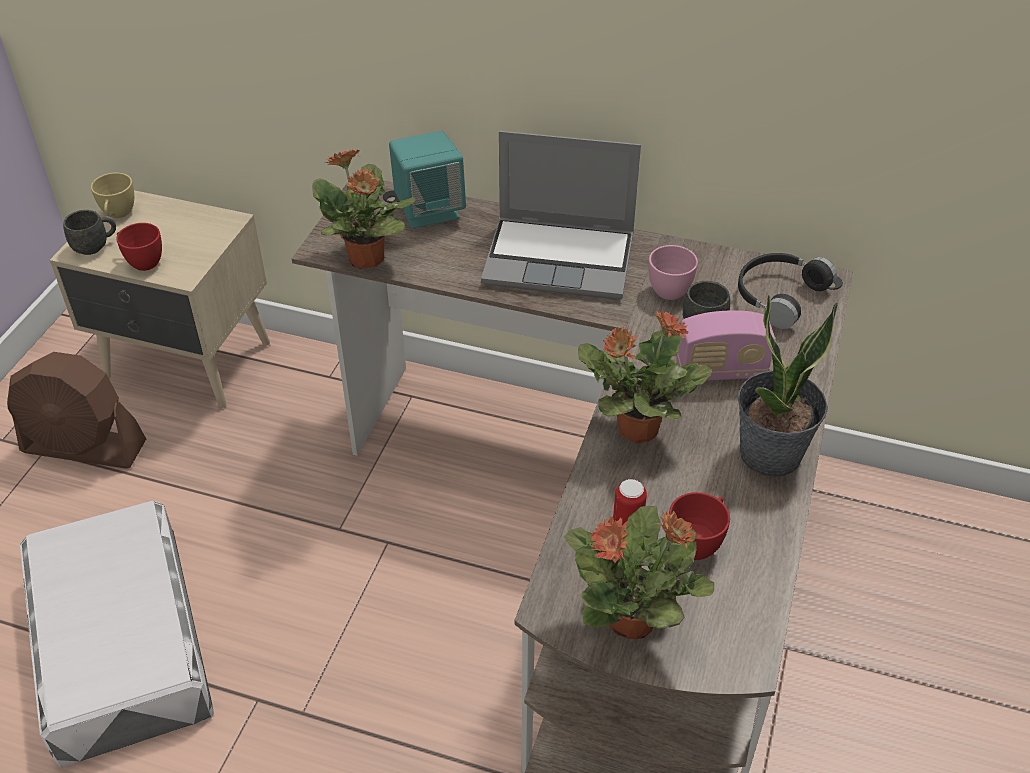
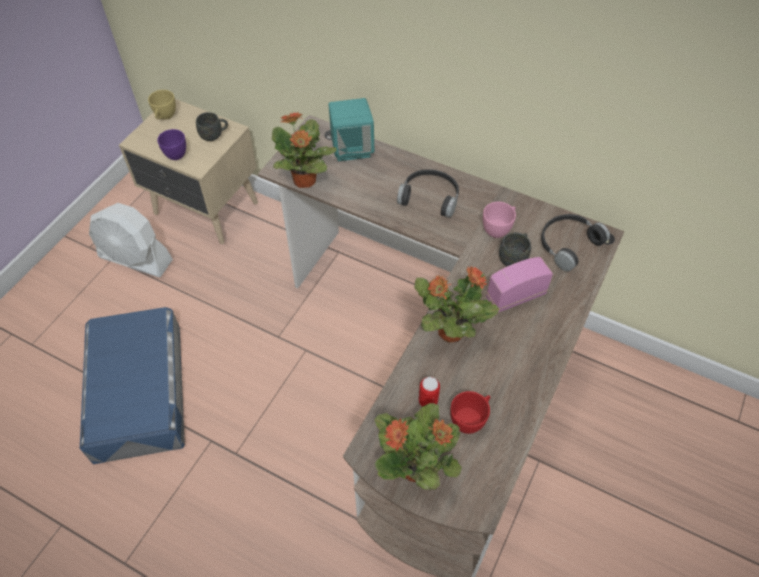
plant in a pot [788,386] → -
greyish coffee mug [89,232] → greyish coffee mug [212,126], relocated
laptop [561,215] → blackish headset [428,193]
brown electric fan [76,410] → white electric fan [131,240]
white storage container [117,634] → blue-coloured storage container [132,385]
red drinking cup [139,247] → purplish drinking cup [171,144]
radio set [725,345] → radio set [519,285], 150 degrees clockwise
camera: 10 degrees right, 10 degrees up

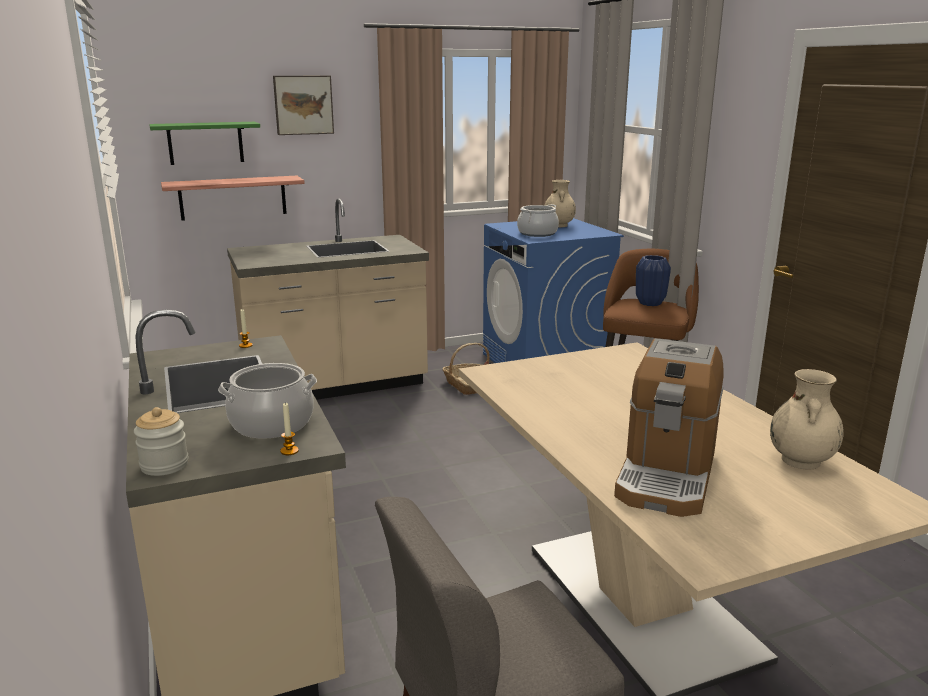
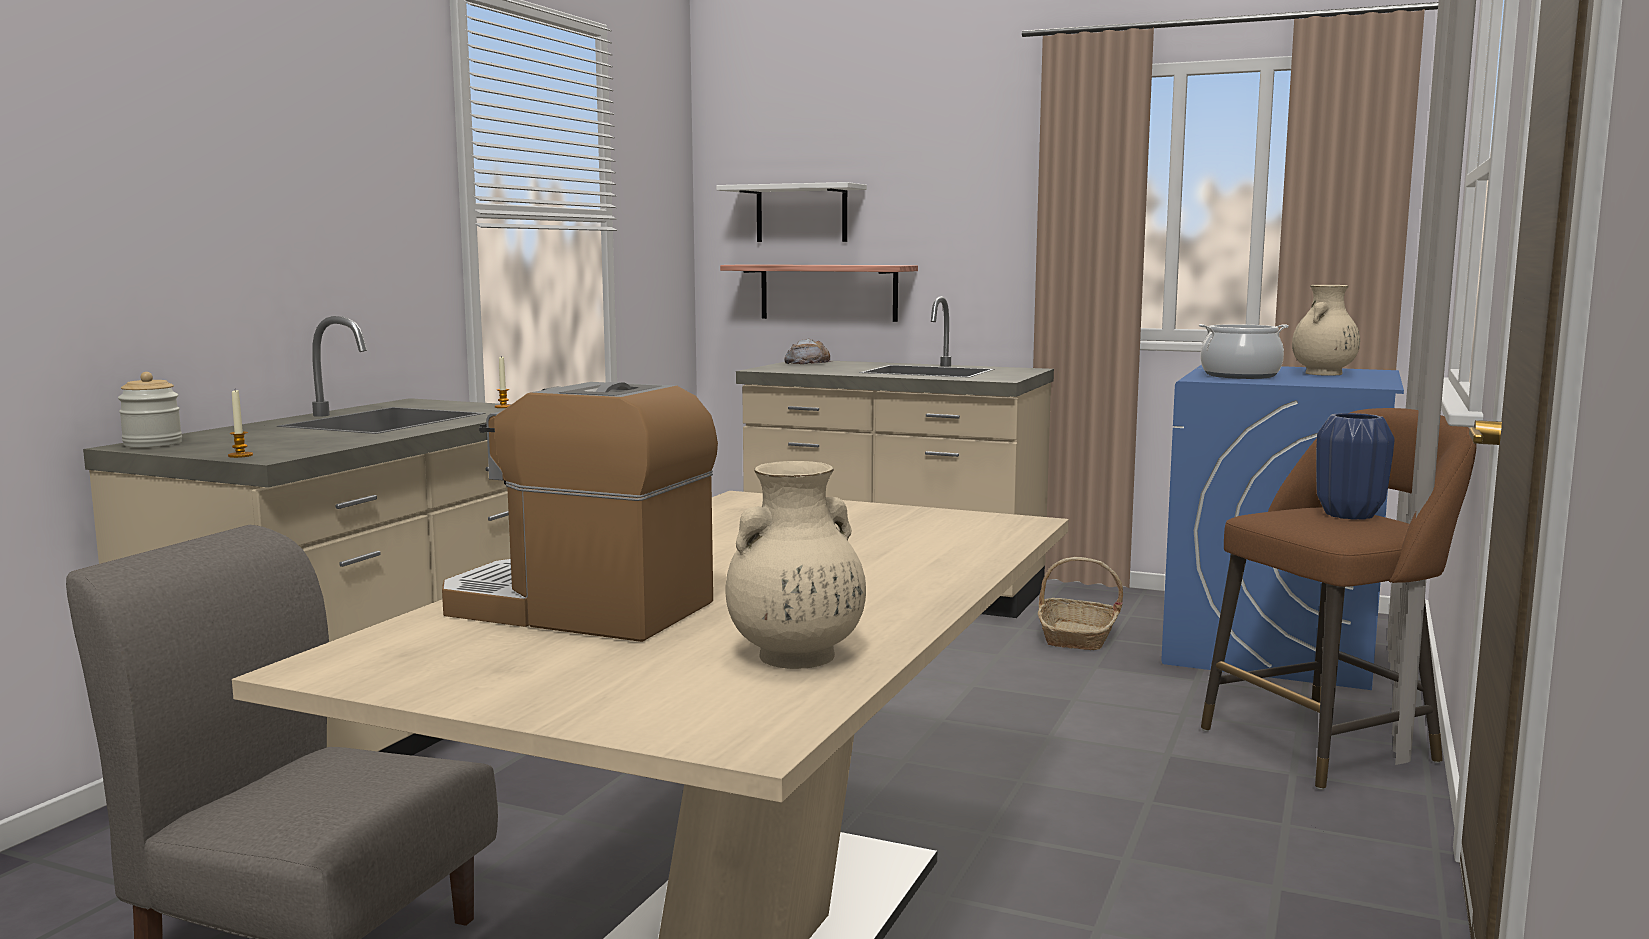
stockpot [267,401] → -
picture [303,105] → -
- → bread [808,351]
green-coloured shelf [204,143] → white shelf [791,212]
coffee maker [669,427] → coffee maker [580,512], 45 degrees clockwise
camera: 45 degrees right, 10 degrees down

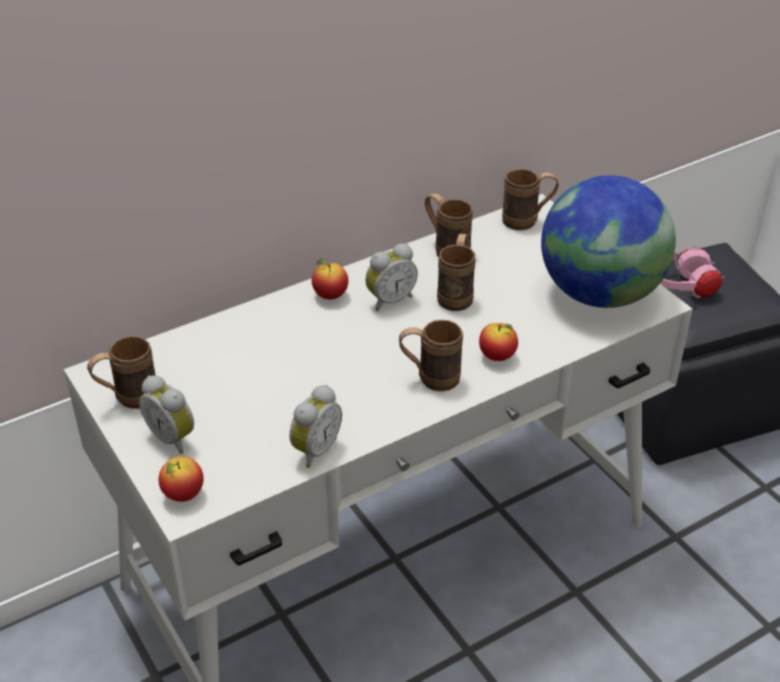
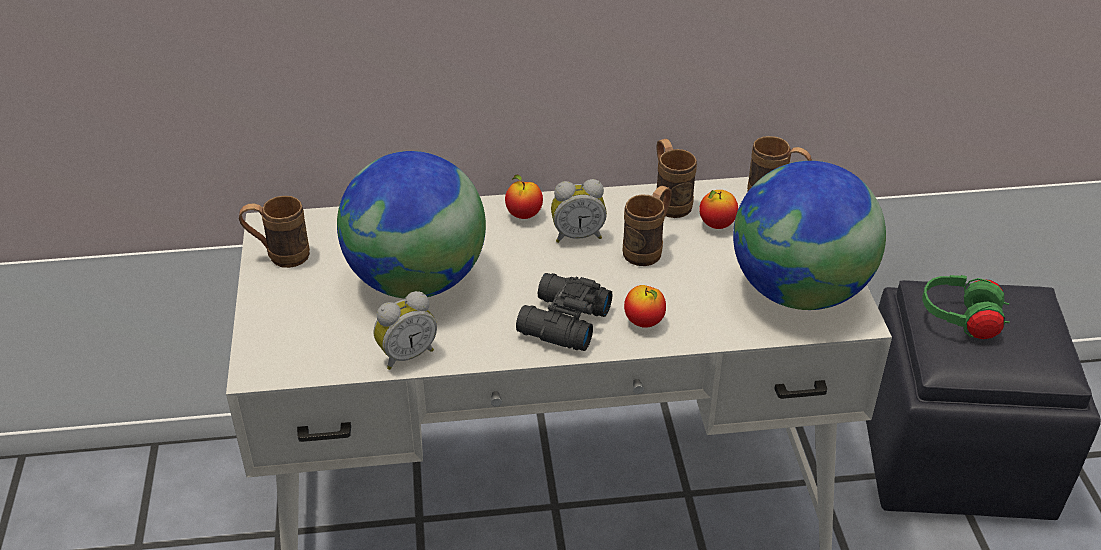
alarm clock [166,414] → -
- → desk globe [411,225]
apple [181,479] → apple [718,209], relocated
brown coffee mug [431,355] → blackish field glasses [564,312]
pinkish headset [692,272] → green-coloured headset [966,307]
camera: 25 degrees right, 0 degrees up

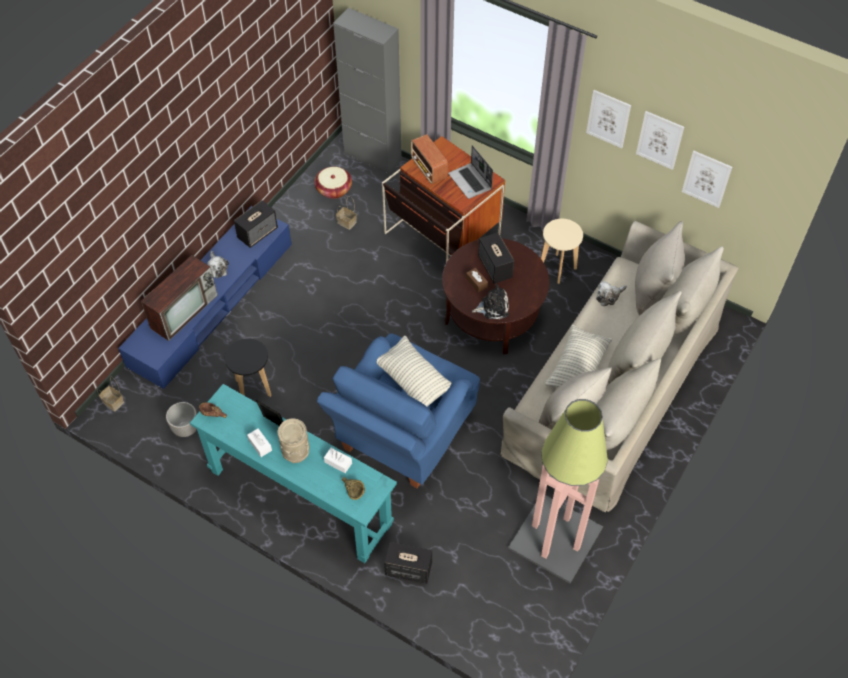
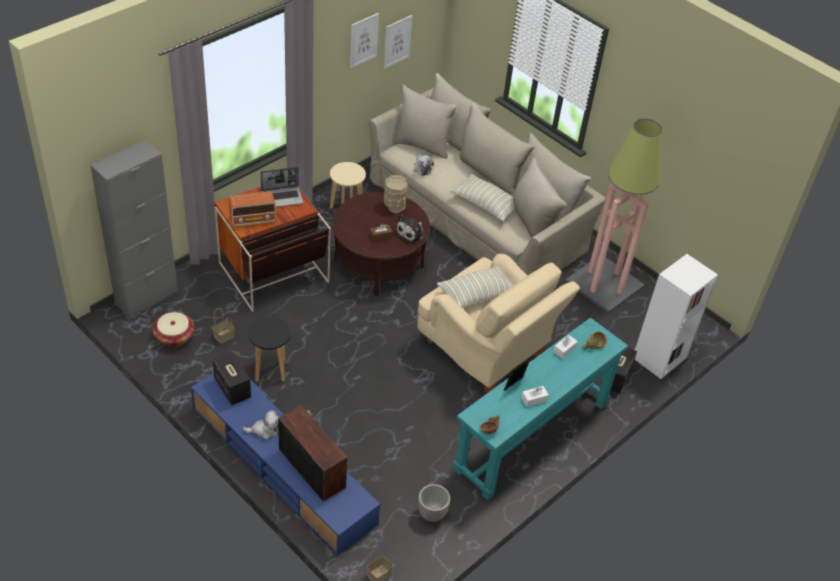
speaker [496,258] → -
picture [608,119] → -
- → white bookcase [676,316]
blackish sitting stool [248,367] → blackish sitting stool [269,349], relocated
beige decorative vase [294,440] → beige decorative vase [395,194], relocated
blue-coloured armchair [398,411] → beige armchair [498,323]
soft toy [490,301] → soft toy [409,229], 150 degrees counterclockwise
camera: 80 degrees left, 10 degrees down

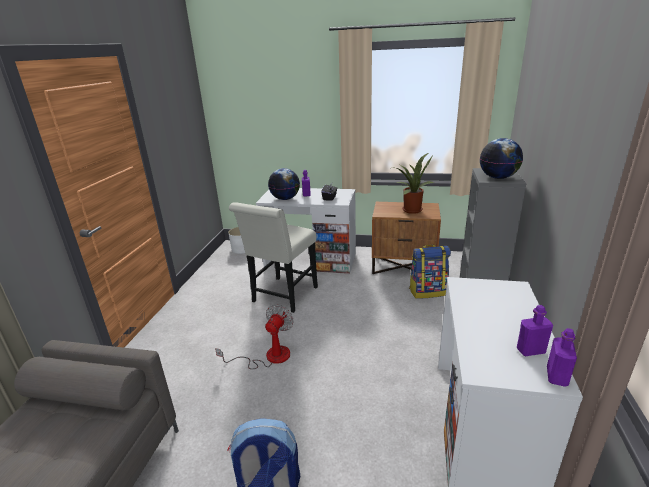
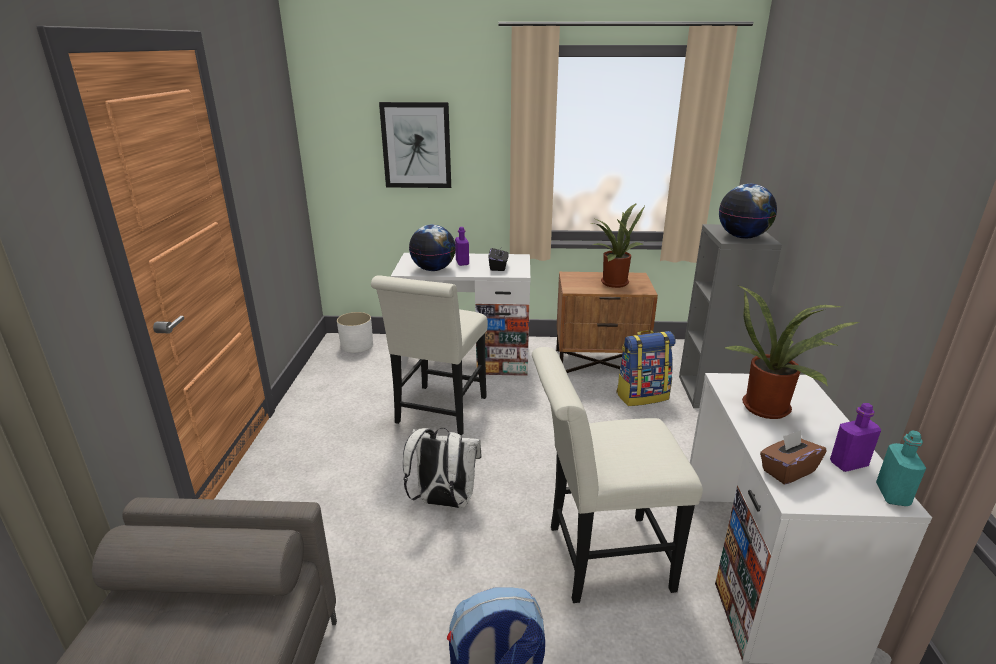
- → picture [415,145]
- → white upright chair [617,475]
- → plant in a pot [793,352]
- → brown tissue holder [793,457]
electric fan [254,337] → white knapsack [442,468]
purplish beverage bottle [562,357] → blue-green beverage bottle [901,468]
camera: 10 degrees left, 0 degrees up

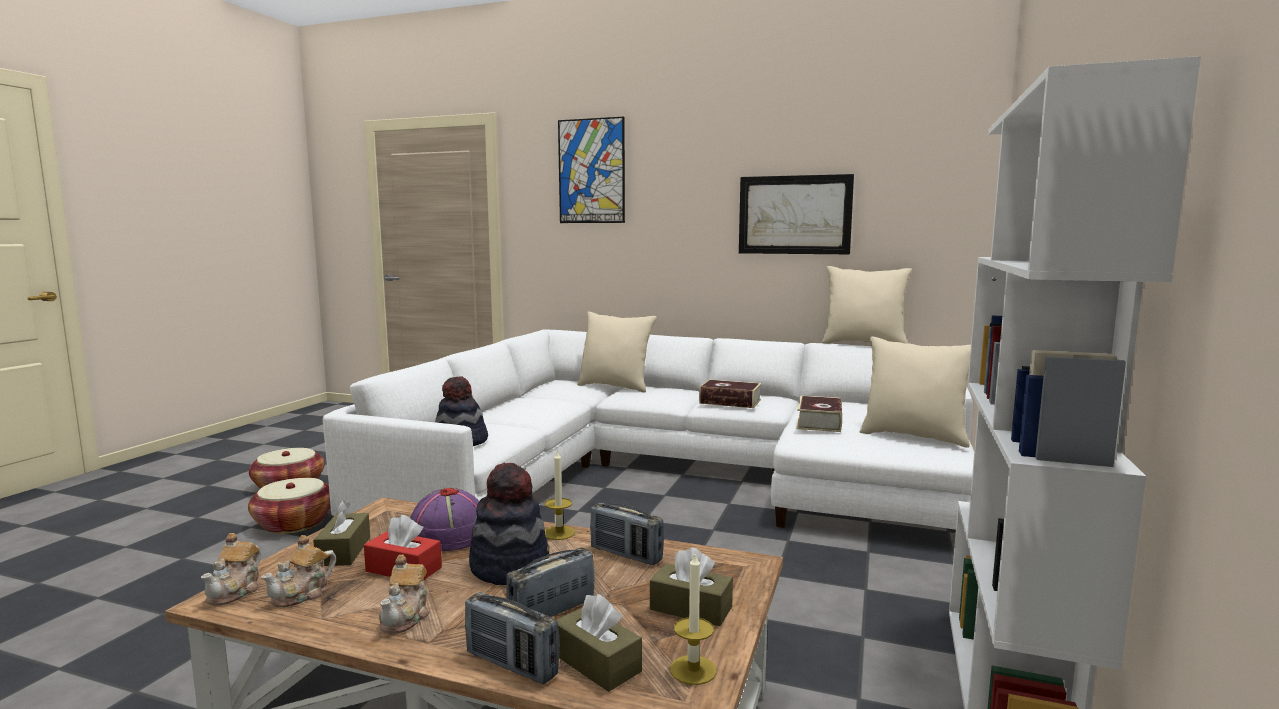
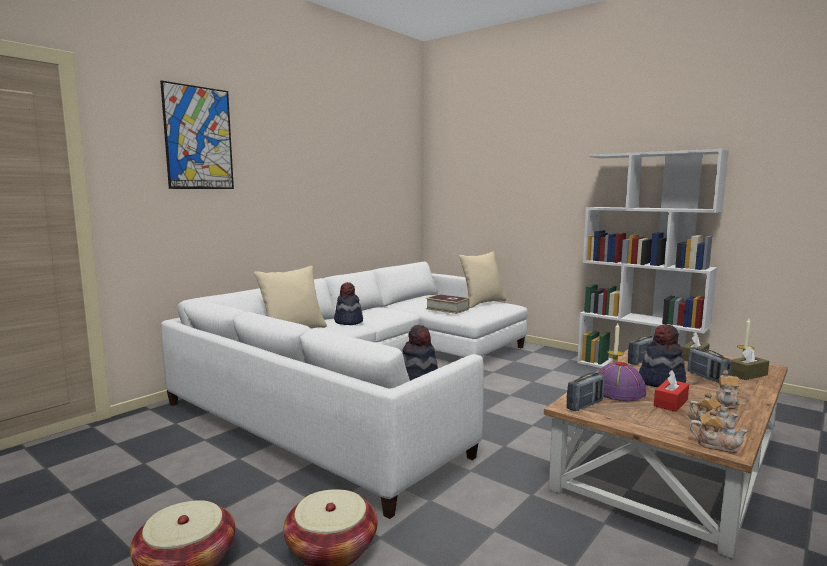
brown tissue holder [341,533] → -
book [730,393] → -
picture [796,214] → -
beige pillow [867,305] → -
- → wearable hat [348,303]
radio set [512,638] → radio set [586,391], relocated
tea pot [404,594] → tea pot [727,389], 90 degrees clockwise
camera: 70 degrees left, 0 degrees up

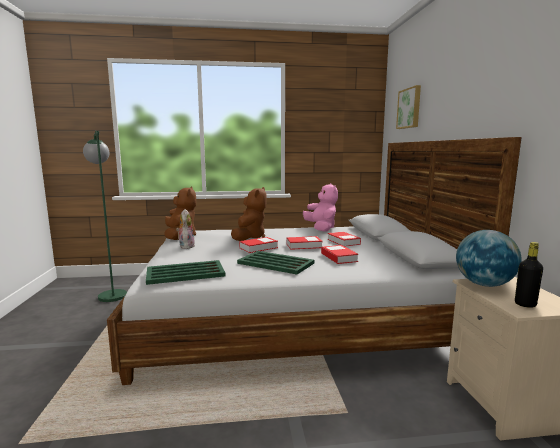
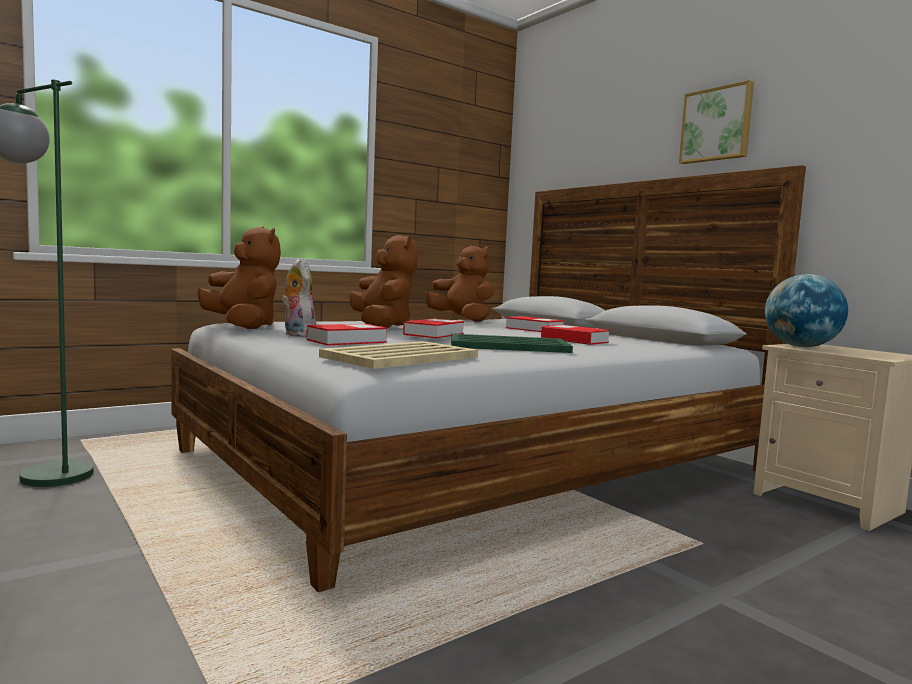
blackish beverage bottle [529,275] → -
book [304,243] → book [347,334], relocated
picture [408,107] → picture [716,122], relocated
green-coloured tray [186,272] → beige tray [398,355]
pinkish soft toy [320,207] → brown soft toy [460,283]
camera: 30 degrees left, 5 degrees down

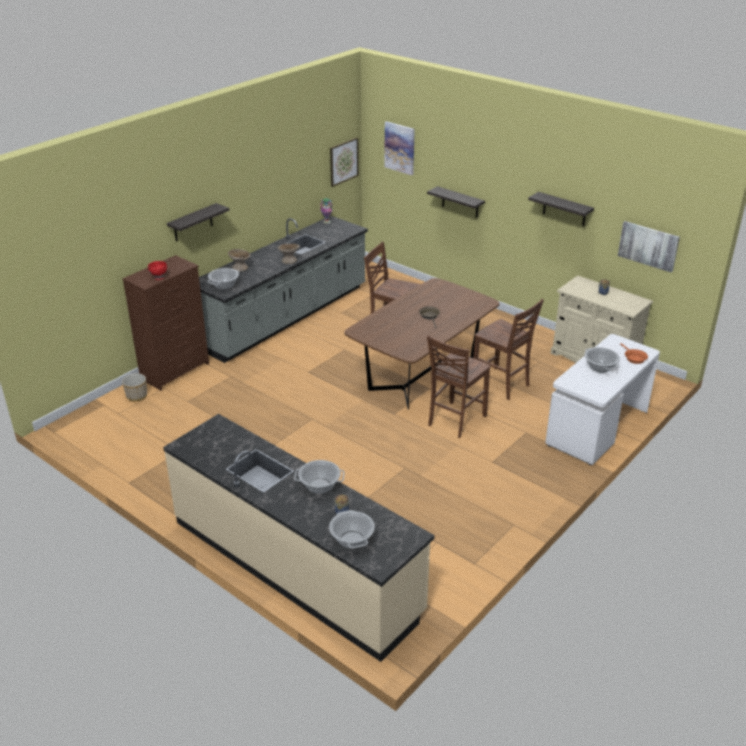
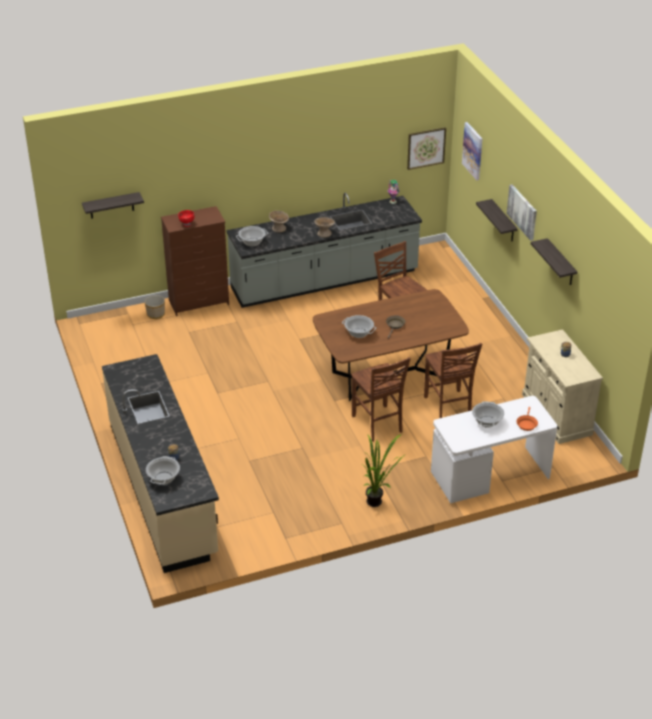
- → plant in a pot [382,470]
shelf [198,222] → shelf [113,205], relocated
stockpot [319,477] → stockpot [359,326], relocated
picture [649,246] → picture [522,212], relocated
brown upright chair [459,386] → brown upright chair [381,399], 90 degrees counterclockwise
camera: 30 degrees right, 5 degrees up

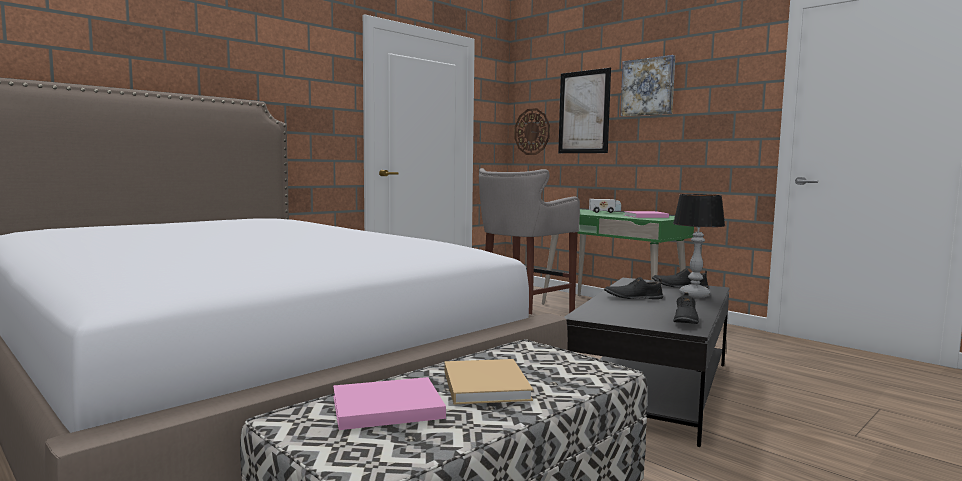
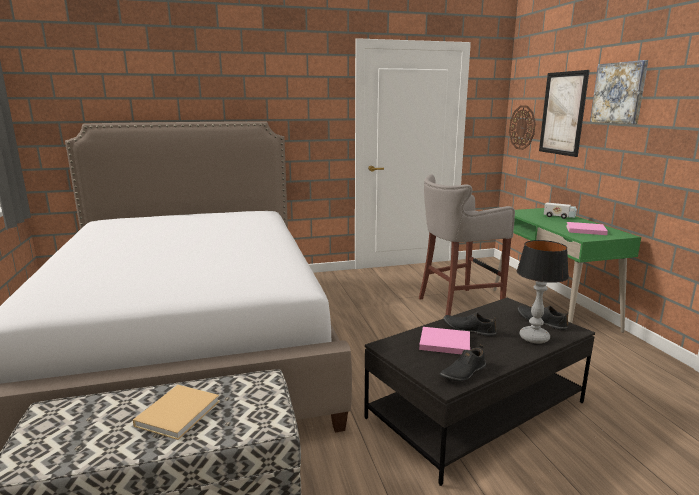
pinkish book [389,403] → pinkish book [444,340], relocated
camera: 30 degrees right, 10 degrees up

